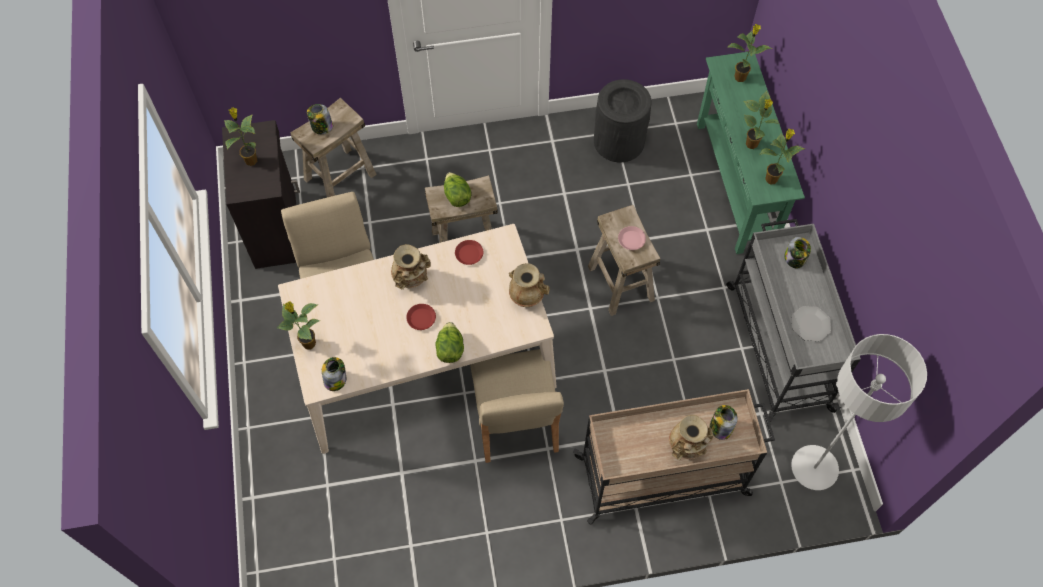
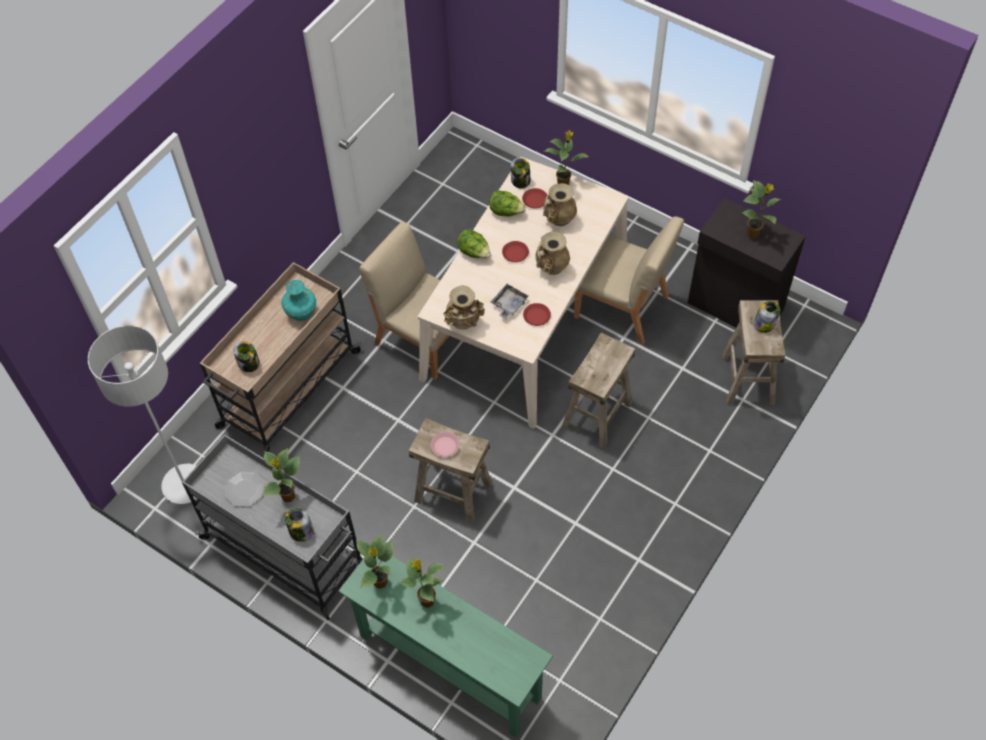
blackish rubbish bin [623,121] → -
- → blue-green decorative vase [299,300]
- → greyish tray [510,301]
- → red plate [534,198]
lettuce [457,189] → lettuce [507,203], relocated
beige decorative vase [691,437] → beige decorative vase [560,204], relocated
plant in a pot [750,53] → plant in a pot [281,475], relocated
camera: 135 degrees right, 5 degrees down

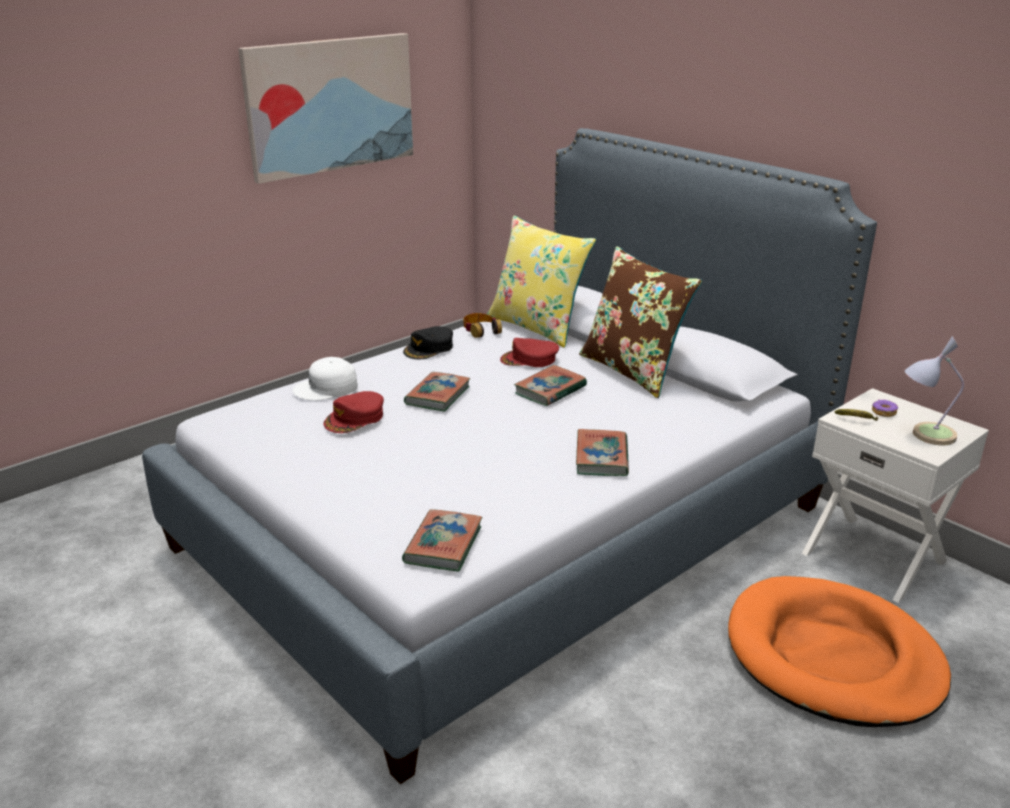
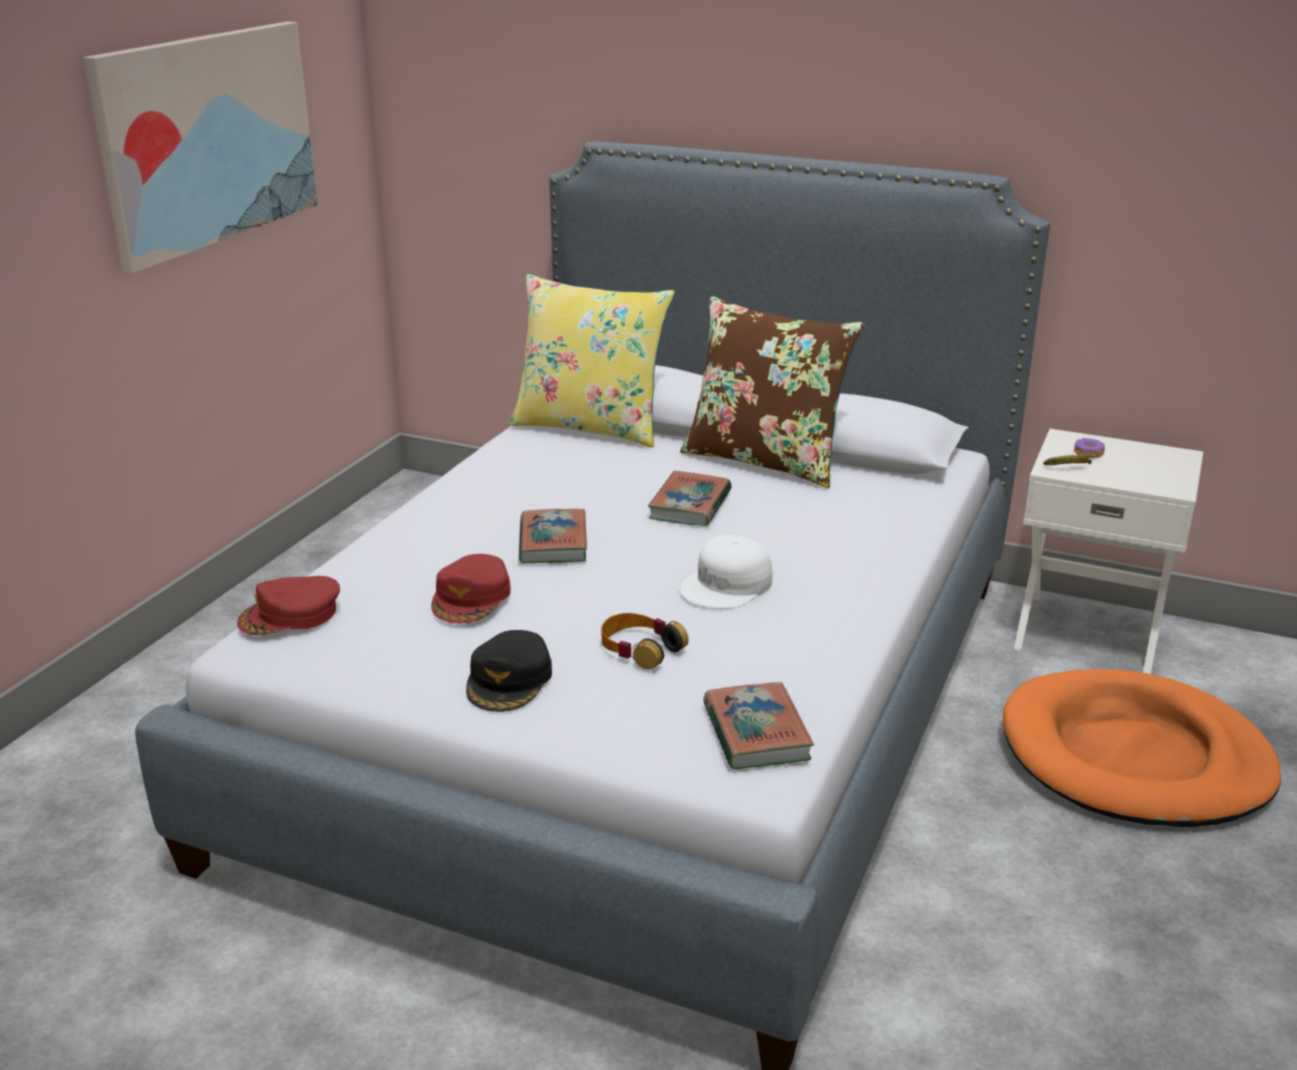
book [602,452] → -
table lamp [934,390] → -
white cap [325,379] → white cap [726,572], relocated
blackish cap [428,342] → blackish cap [509,671], relocated
headset [482,325] → headset [645,641], relocated
red cap [529,352] → red cap [288,605], relocated
camera: 25 degrees left, 0 degrees up

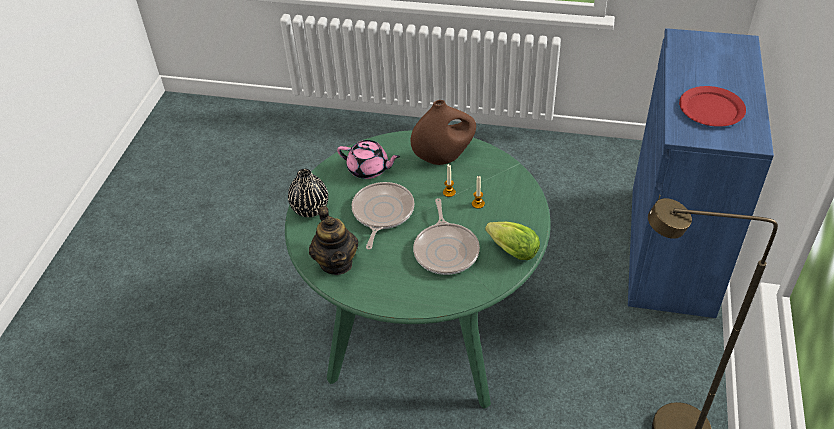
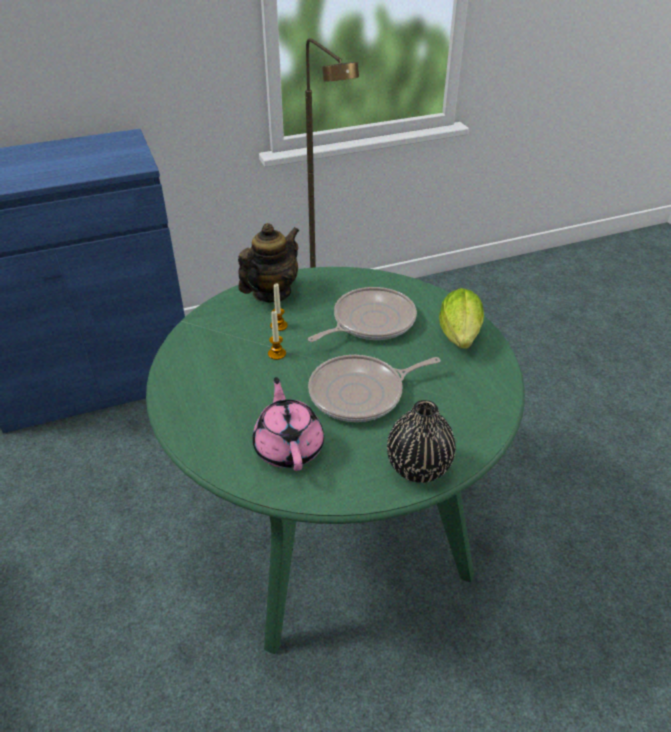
brown decorative vase [443,132] → -
red plate [712,106] → -
tea pot [333,240] → tea pot [268,263], relocated
lettuce [512,241] → lettuce [461,318], relocated
camera: 125 degrees left, 5 degrees down

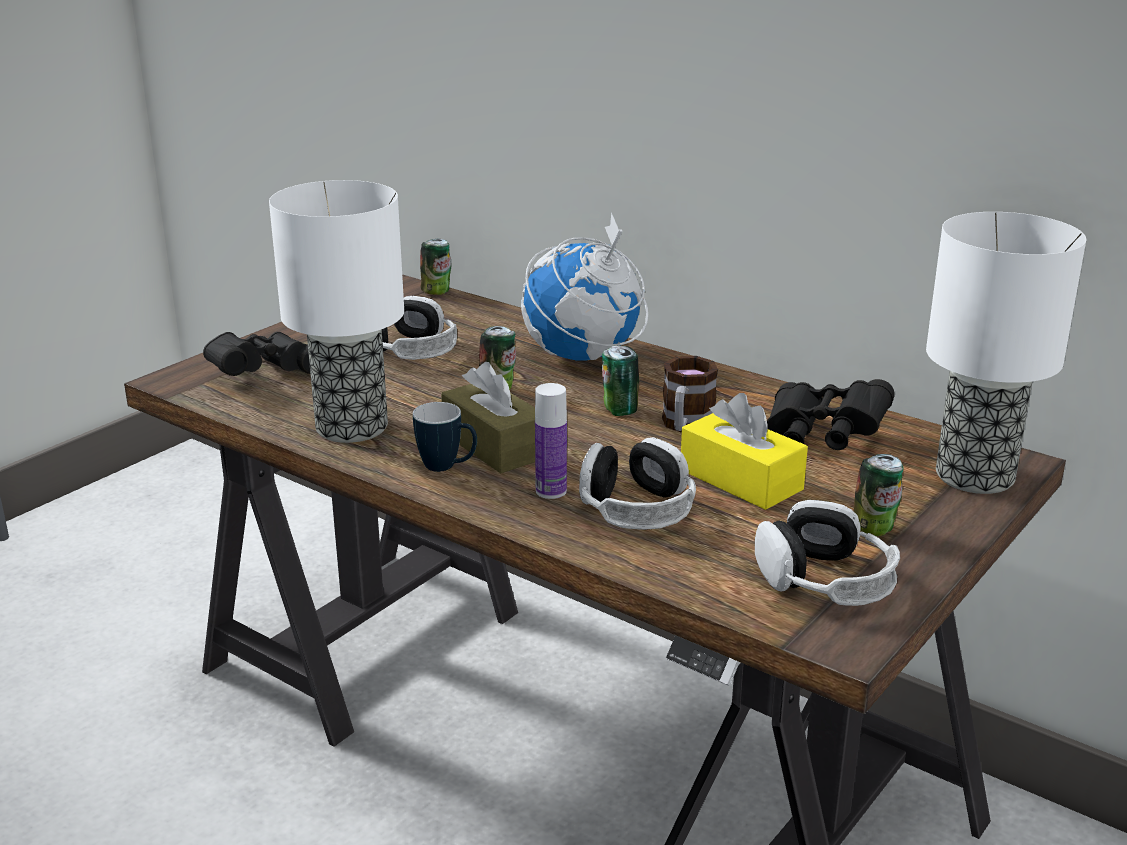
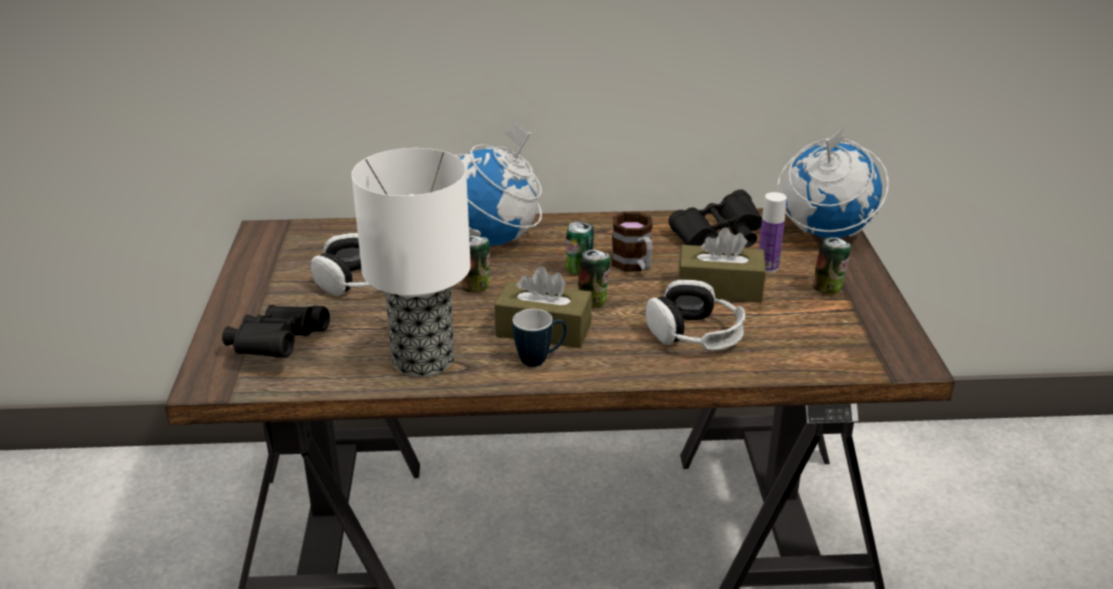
headset [827,553] → -
can [435,266] → can [594,279], relocated
beverage bottle [551,441] → beverage bottle [773,232], relocated
table lamp [1006,353] → desk globe [832,182]
yellowish tissue holder [744,451] → brown tissue holder [722,264]
camera: 40 degrees left, 5 degrees up

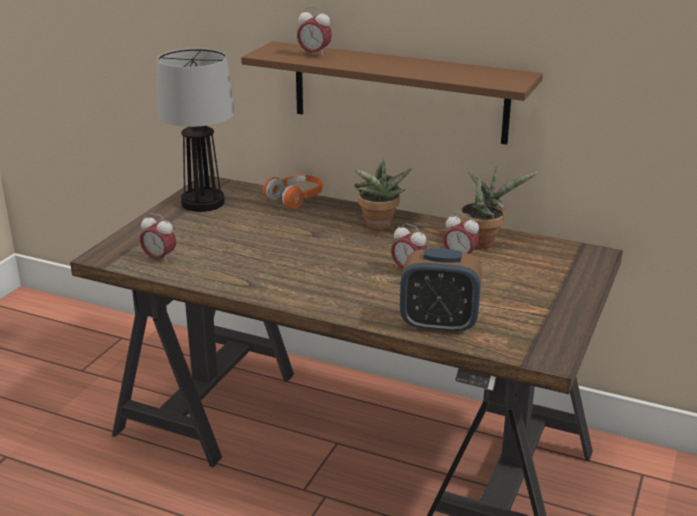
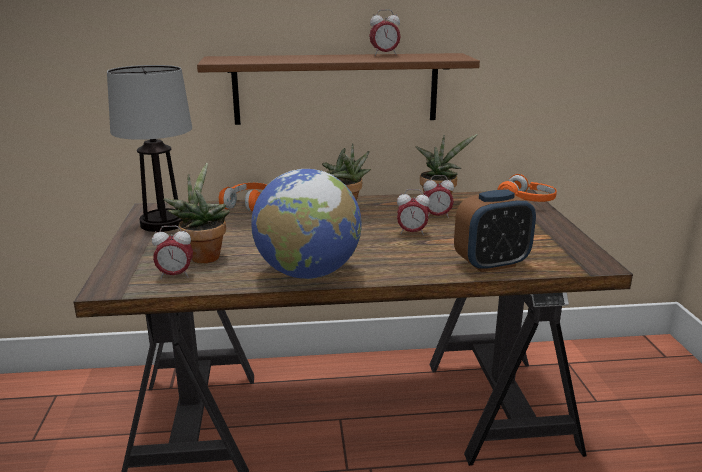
- → plant in a pot [196,213]
- → desk globe [306,224]
- → orange headset [527,188]
alarm clock [314,32] → alarm clock [385,32], relocated
camera: 30 degrees left, 5 degrees down

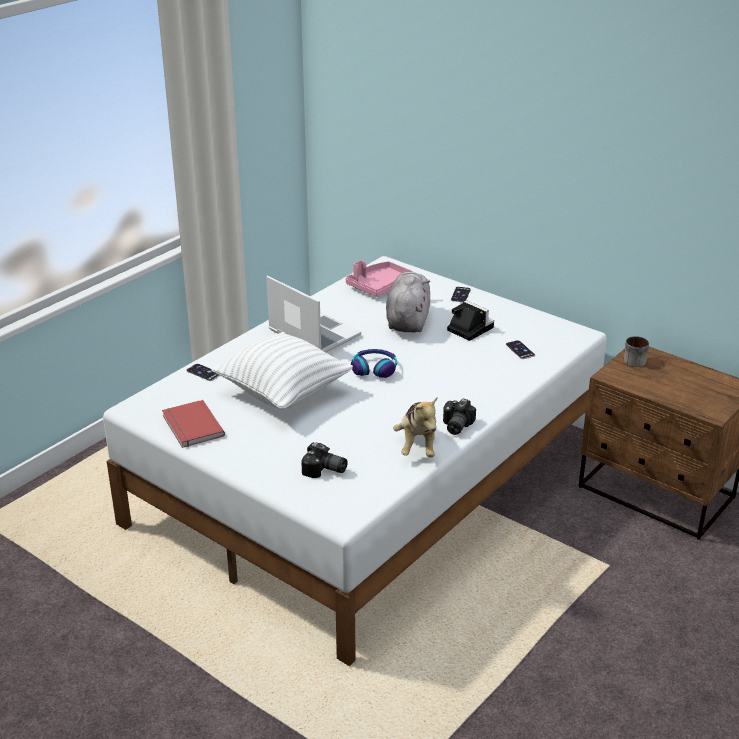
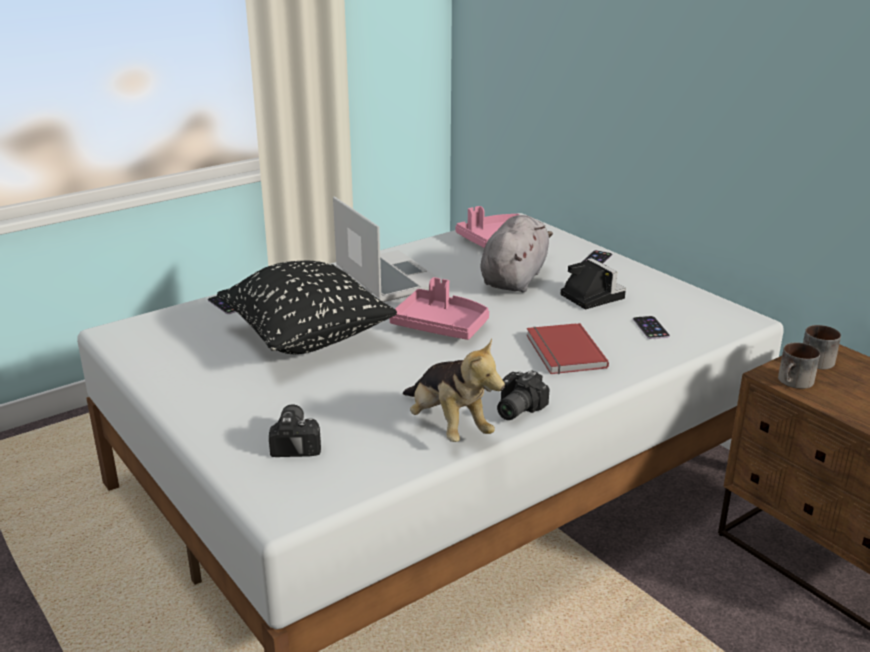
- → coffee mug [799,366]
red book [193,424] → red book [567,348], relocated
headset [374,363] → pinkish tray [439,308]
white pillow [282,371] → blackish pillow [307,307]
photo camera [324,460] → photo camera [295,430], 135 degrees counterclockwise
soft toy [415,427] → soft toy [454,390], 45 degrees counterclockwise
camera: 15 degrees right, 5 degrees down

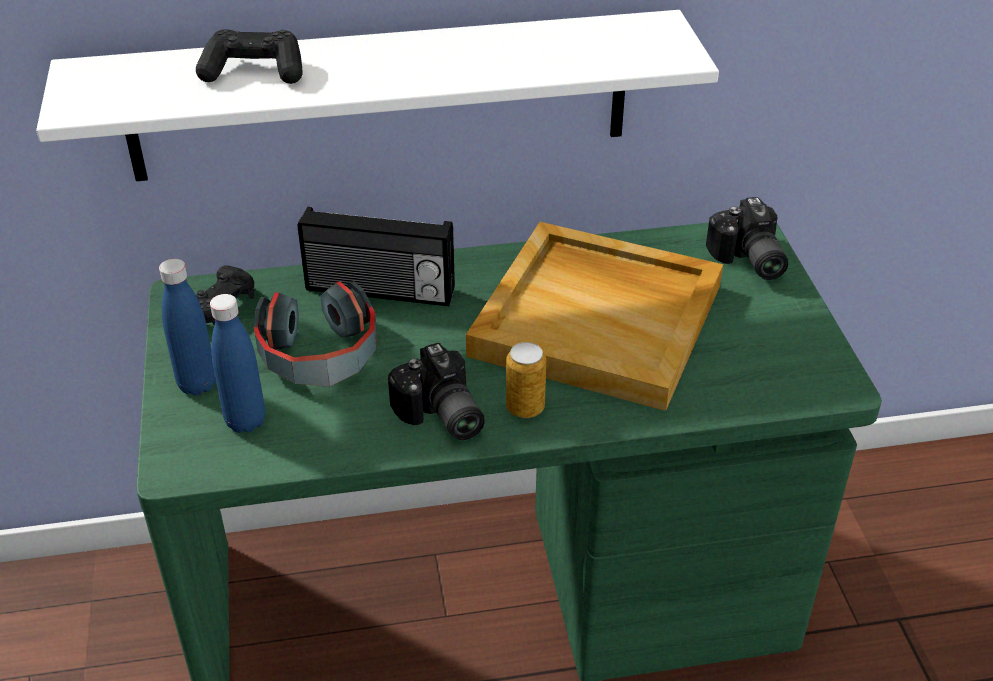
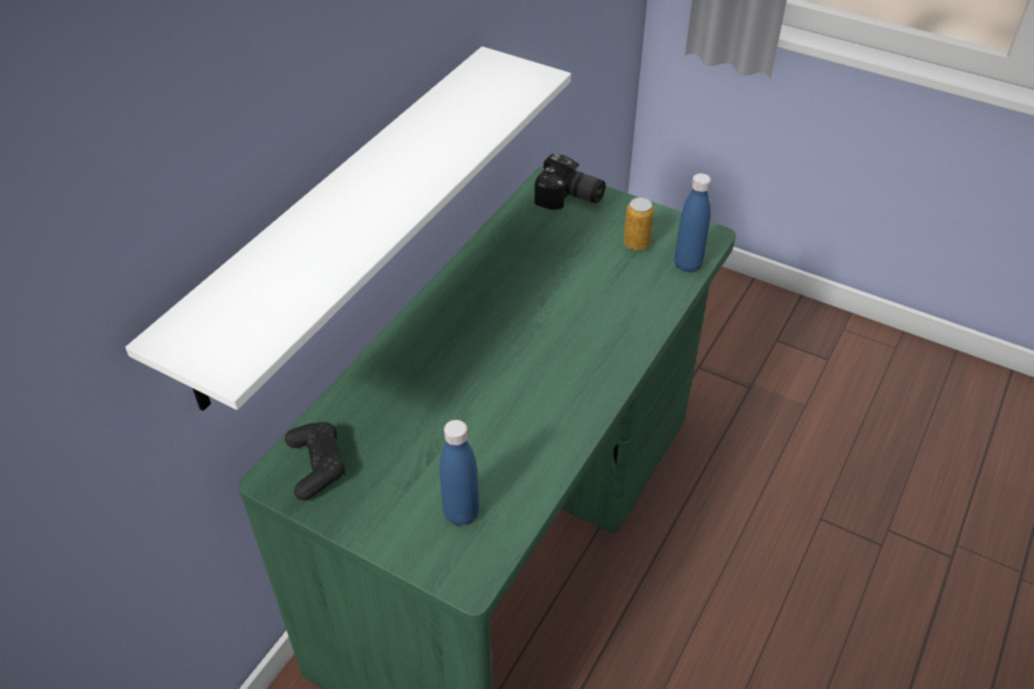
blackish joypad [249,56] → -
headset [315,334] → -
radio set [376,256] → -
photo camera [436,391] → -
beige tray [594,316] → -
blue-coloured beverage bottle [187,327] → blue-coloured beverage bottle [692,223], relocated
can [526,380] → can [638,223], relocated
camera: 50 degrees left, 5 degrees up

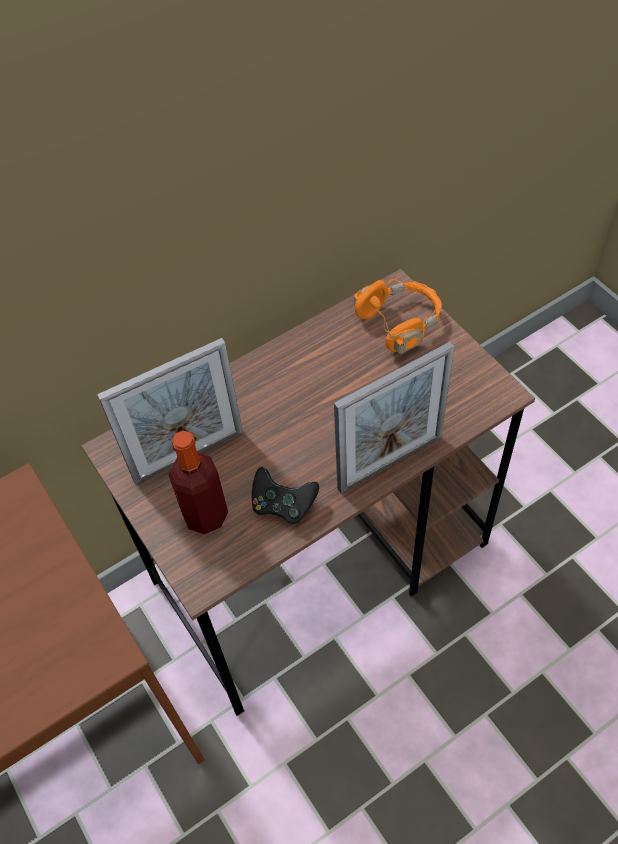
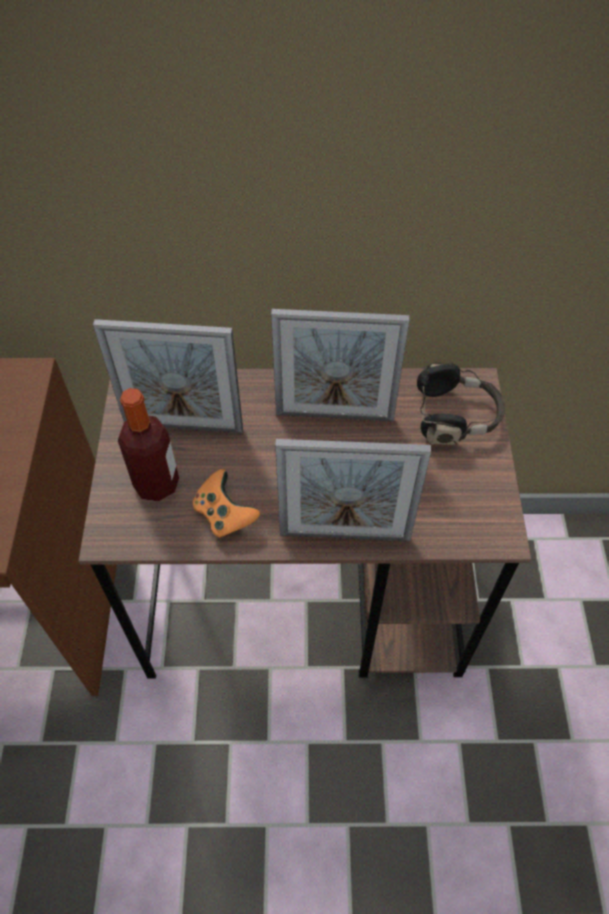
- → picture frame [340,365]
blackish joypad [285,495] → orange joypad [226,503]
orange headset [398,316] → blackish headset [461,404]
camera: 30 degrees right, 0 degrees up

